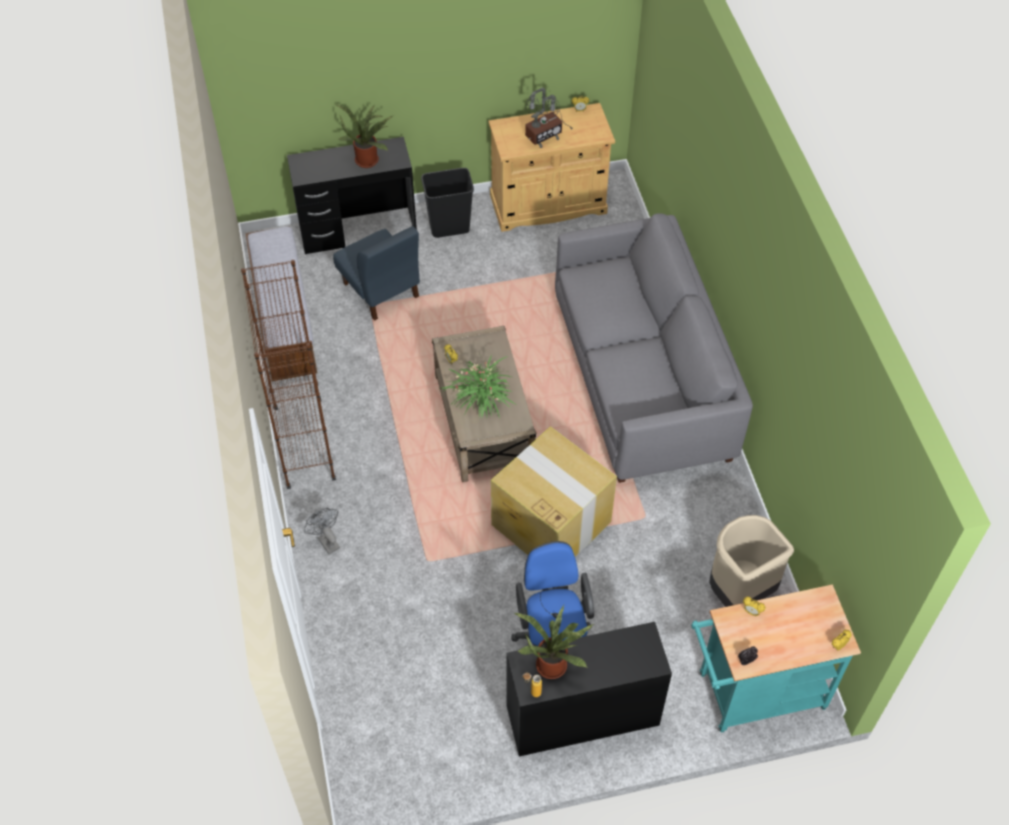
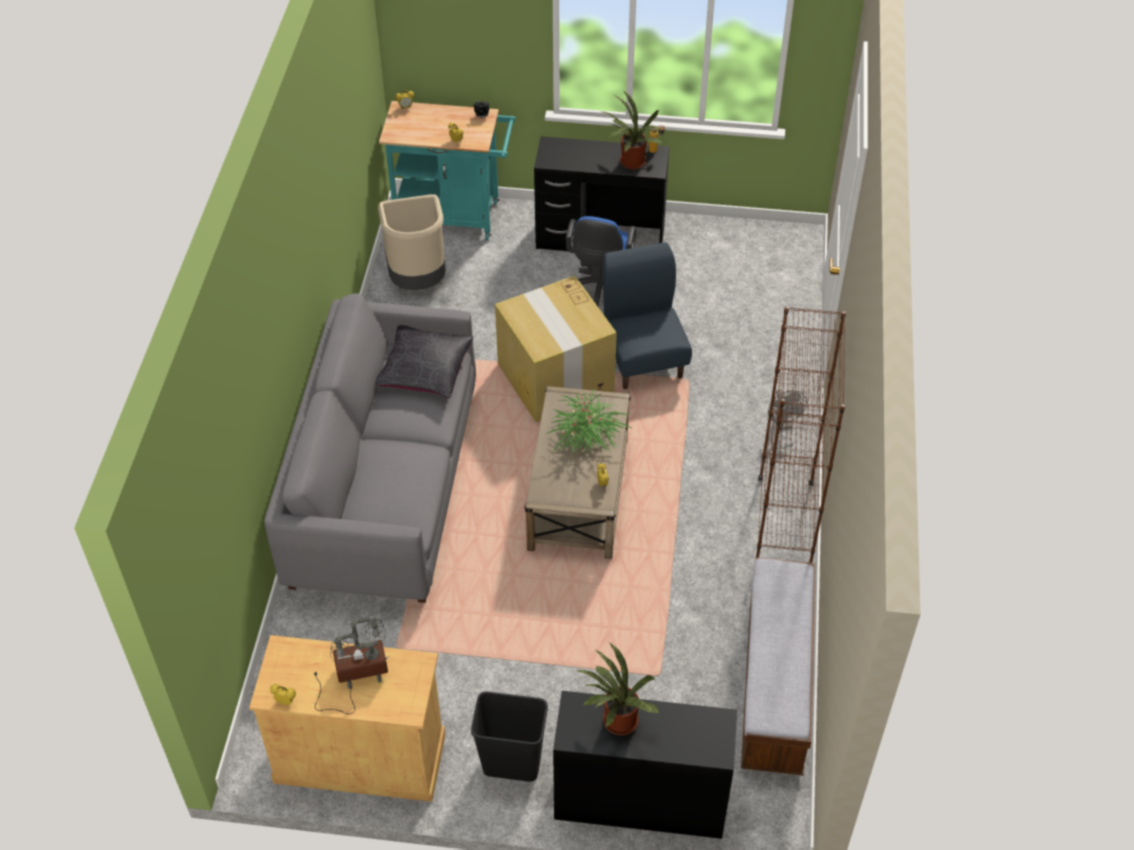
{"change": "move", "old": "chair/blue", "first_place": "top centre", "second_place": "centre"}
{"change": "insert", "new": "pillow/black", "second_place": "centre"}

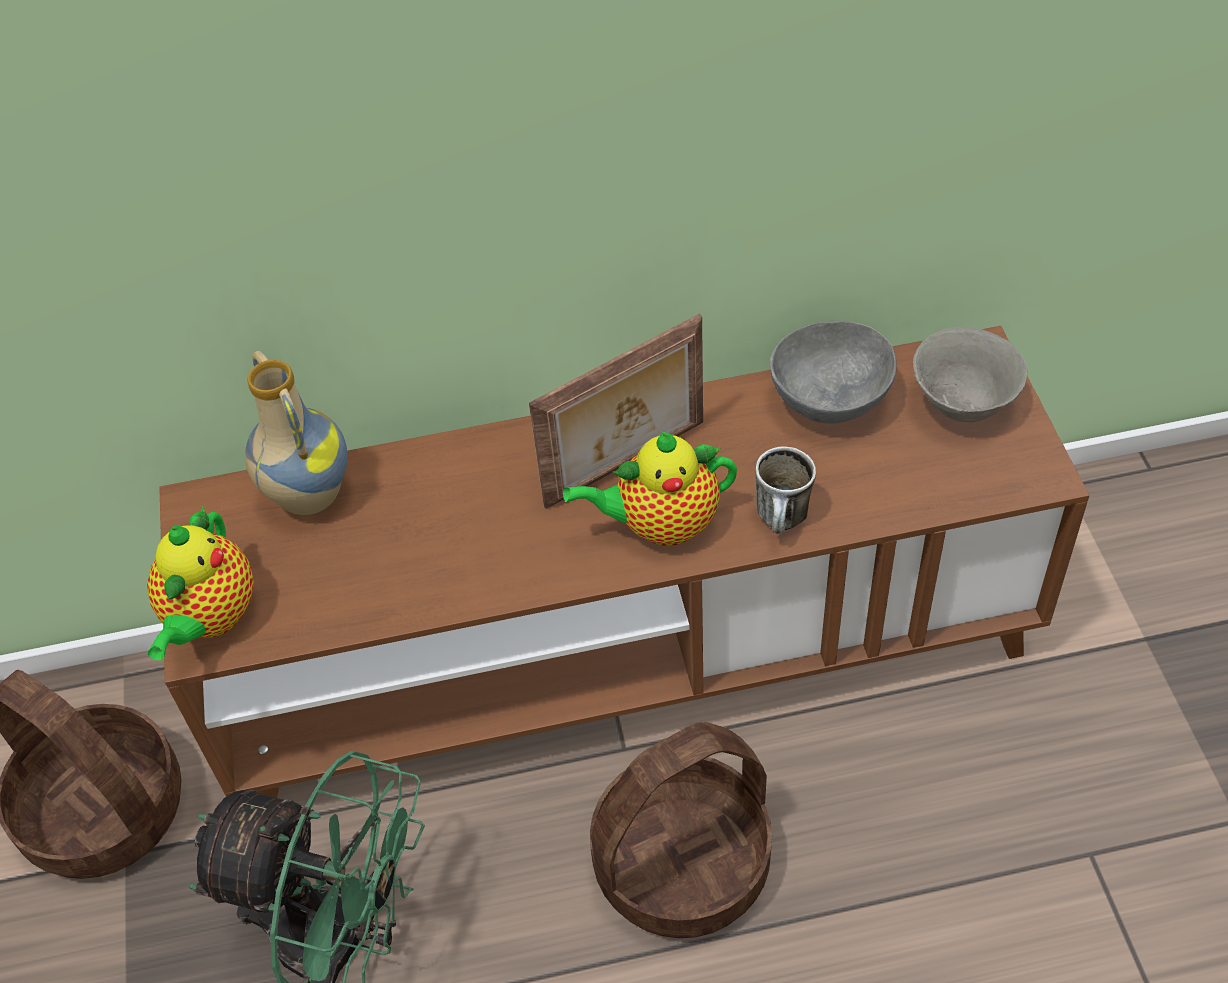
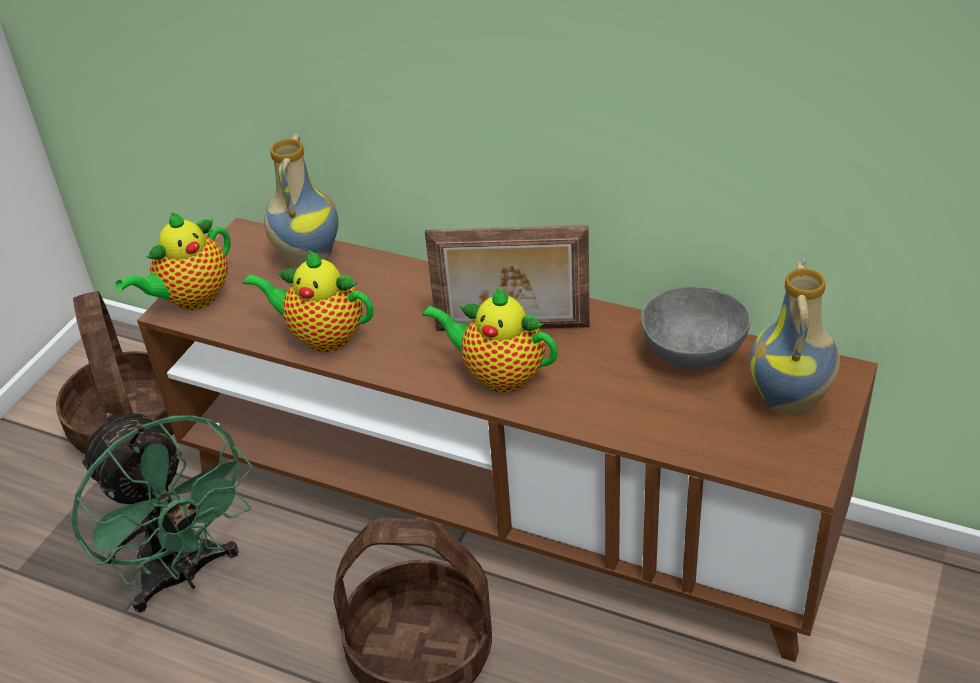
{"change": "delete", "old": "mug", "first_place": "centre"}
{"change": "replace", "old": "bowl/grey (2nd from left)", "new": "vase (2nd from left)", "first_place": "middle right", "second_place": "middle right"}
{"change": "insert", "new": "teapot (2nd from left)", "second_place": "middle left"}

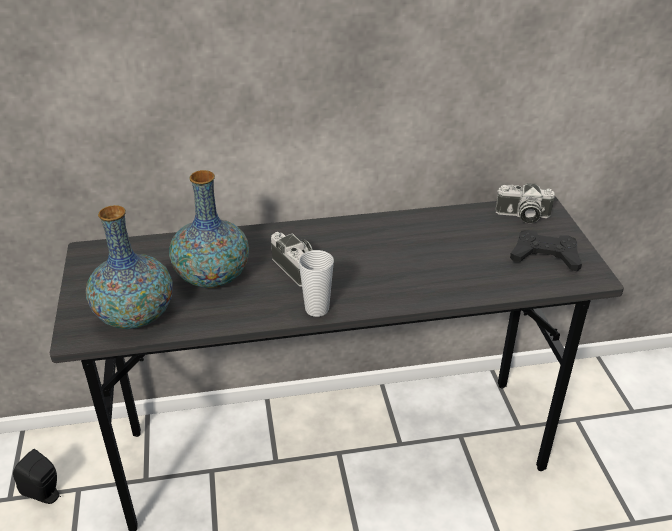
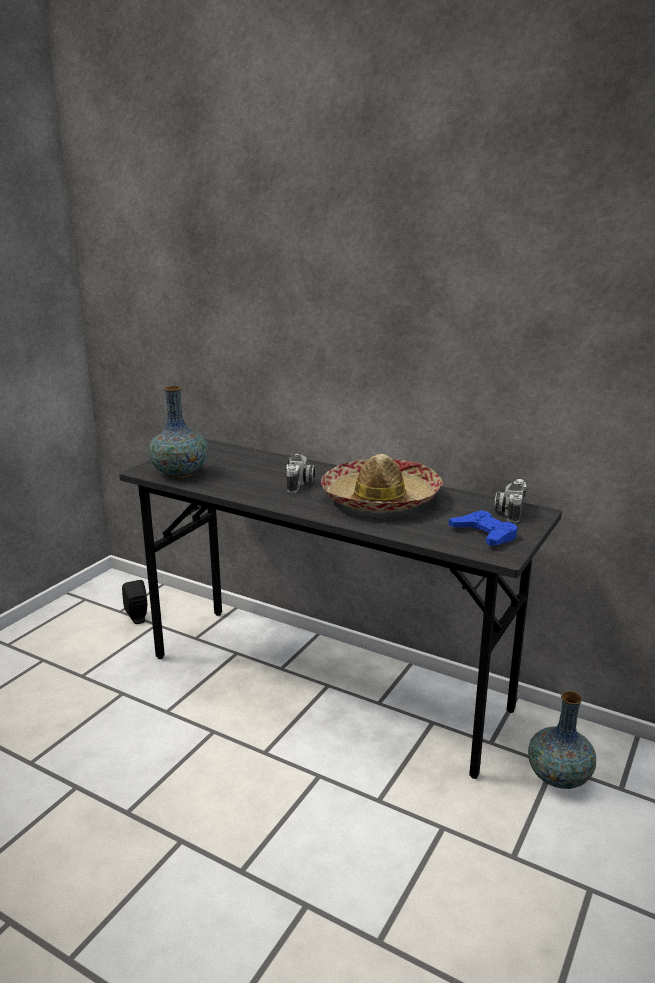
{"change": "move", "old": "vase (2nd from left)", "first_place": "middle left", "second_place": "bottom right"}
{"change": "delete", "old": "cup", "first_place": "centre"}
{"change": "rotate", "old": "photo camera (2nd from left)", "first_place": "middle right", "second_place": "middle right", "degrees": 60}
{"change": "recolor", "old": "game controller/black", "new": "game controller/blue", "first_place": "middle right", "second_place": "middle right"}
{"change": "insert", "new": "hat", "second_place": "centre"}

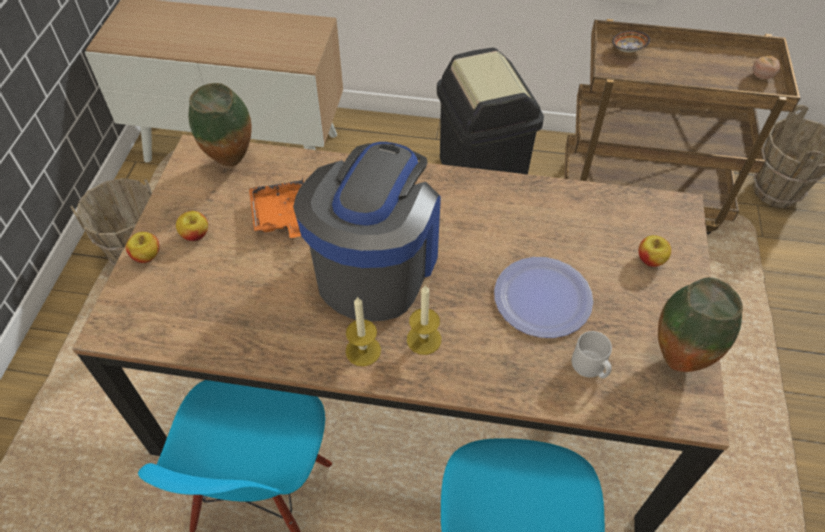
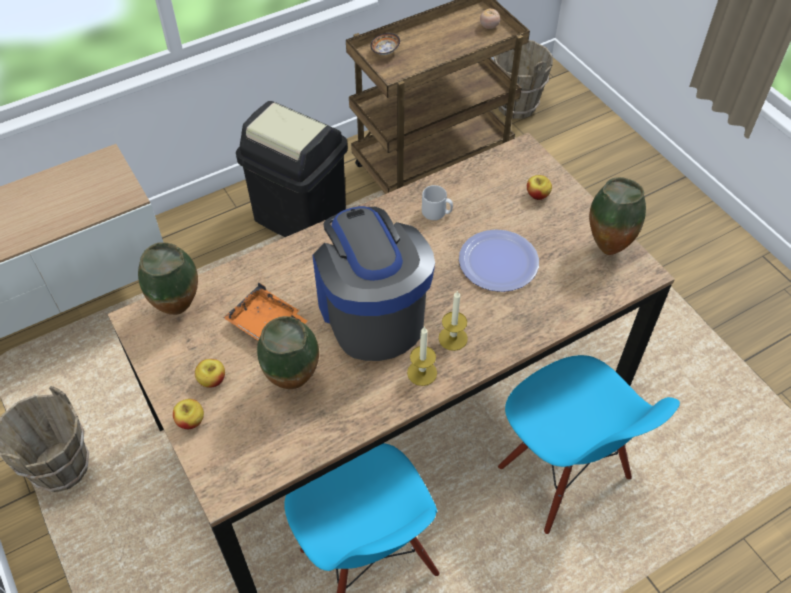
{"change": "move", "old": "mug/grey", "first_place": "middle right", "second_place": "centre"}
{"change": "insert", "new": "vase (2nd from left)", "second_place": "centre"}

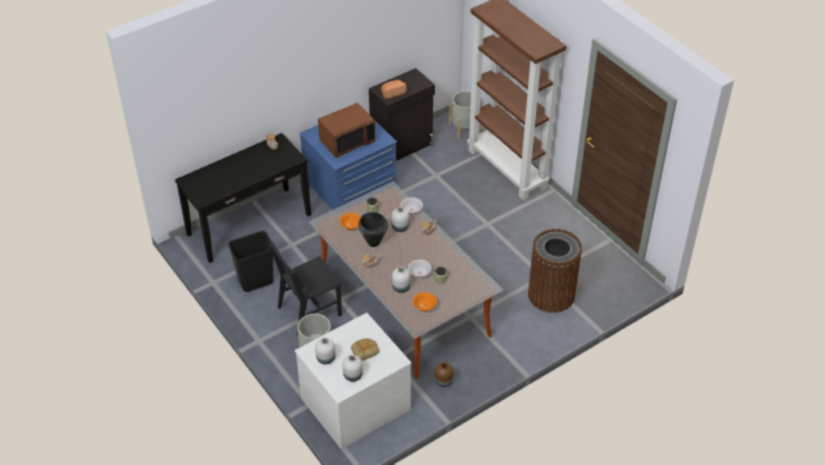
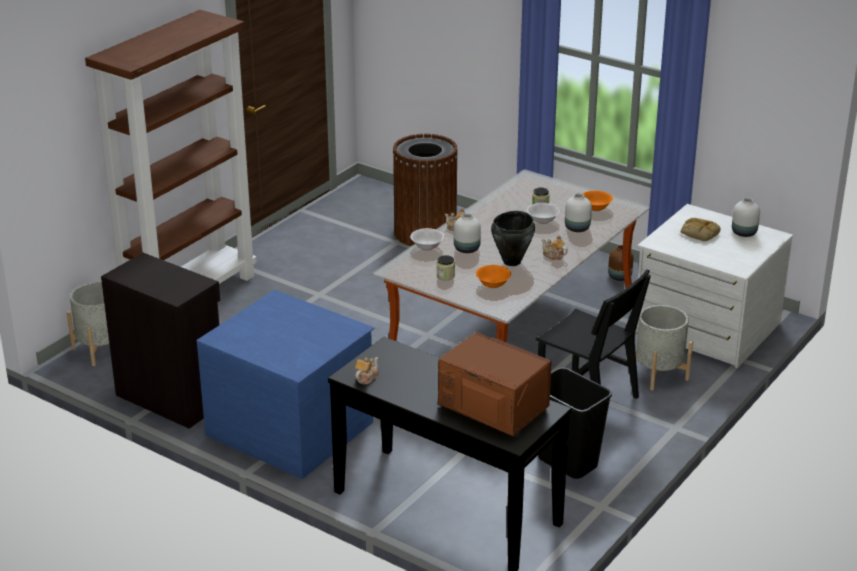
{"change": "delete", "old": "vase/white (1st from left)", "first_place": "bottom centre"}
{"change": "move", "old": "microwave/brown", "first_place": "top centre", "second_place": "bottom centre"}
{"change": "delete", "old": "bread (2nd from left)", "first_place": "top centre"}

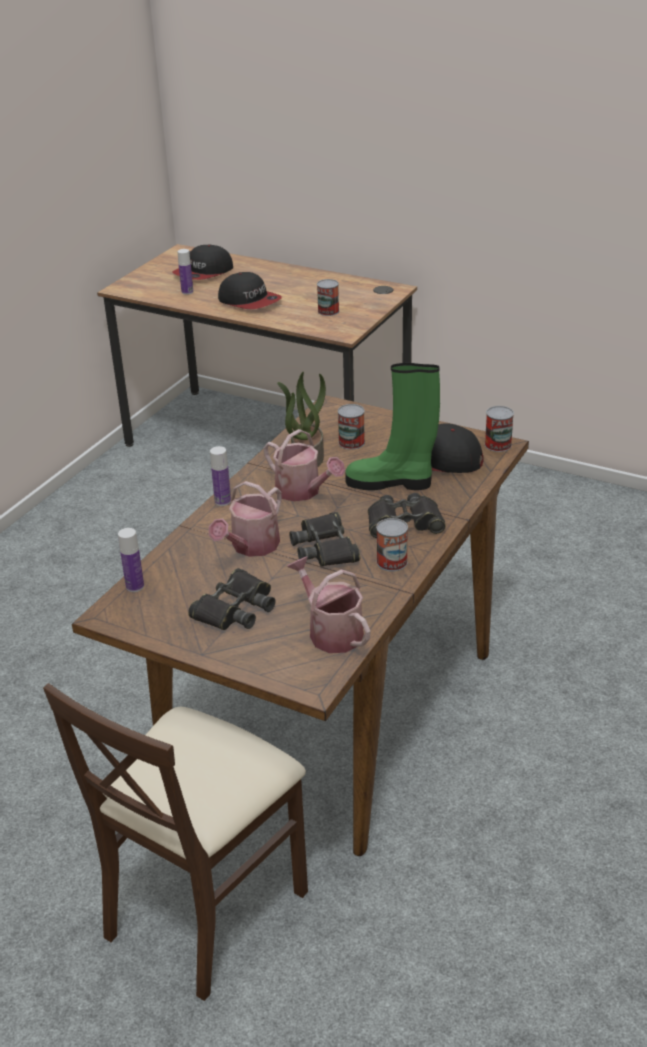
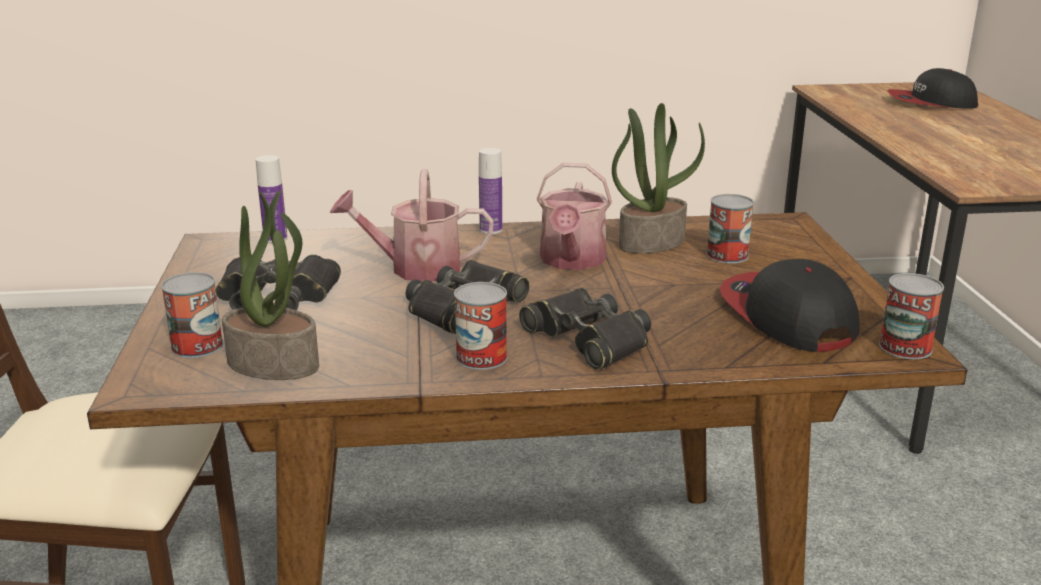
{"change": "delete", "old": "bottle (2nd from left)", "first_place": "top left"}
{"change": "delete", "old": "cap (2nd from left)", "first_place": "top centre"}
{"change": "replace", "old": "watering can (3rd from left)", "new": "potted plant (1st from left)", "first_place": "centre", "second_place": "middle left"}
{"change": "move", "old": "can (1st from left)", "first_place": "top centre", "second_place": "middle left"}
{"change": "delete", "old": "boot/green", "first_place": "centre"}

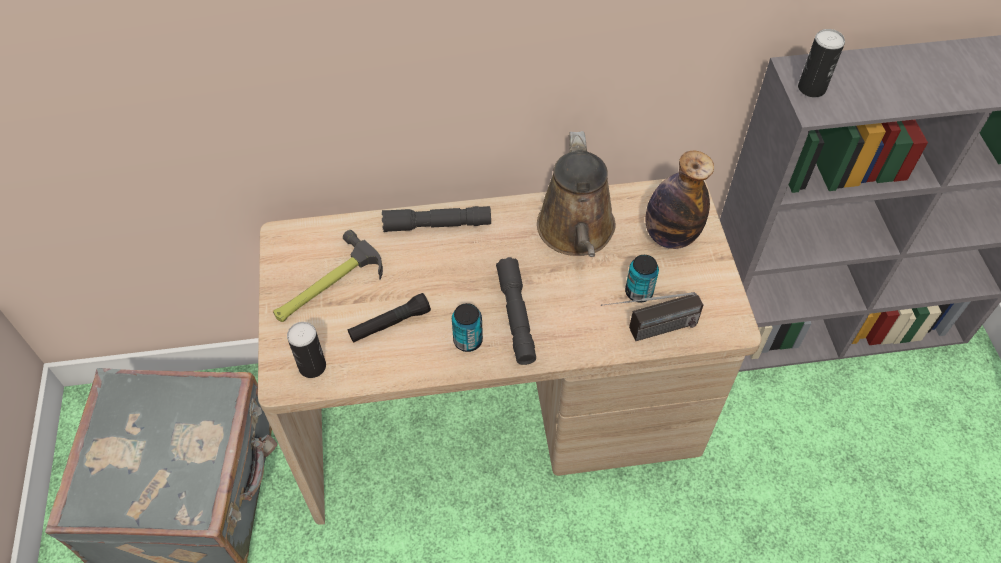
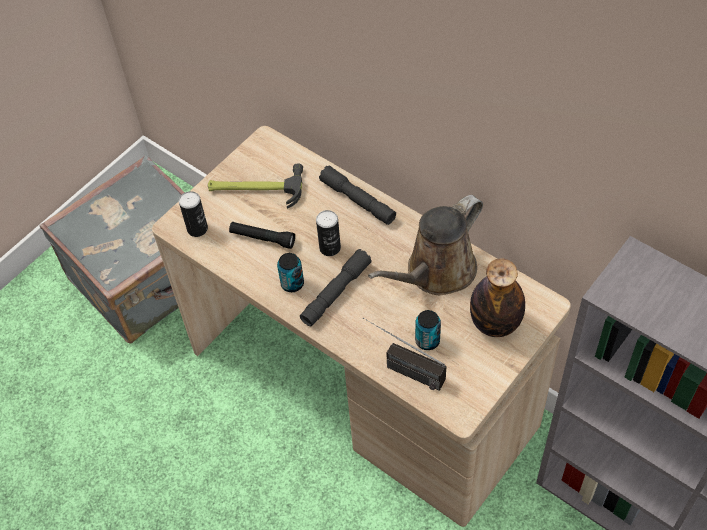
{"change": "move", "old": "can (4th from left in the first image)", "new": "can (3rd from left)", "first_place": "top right", "second_place": "centre"}

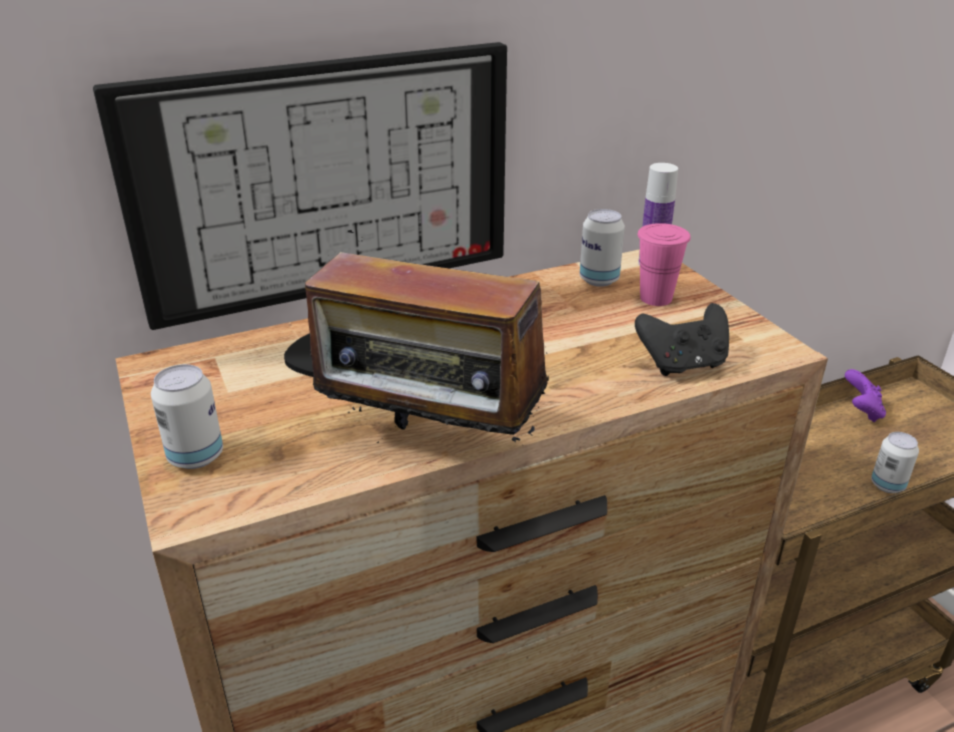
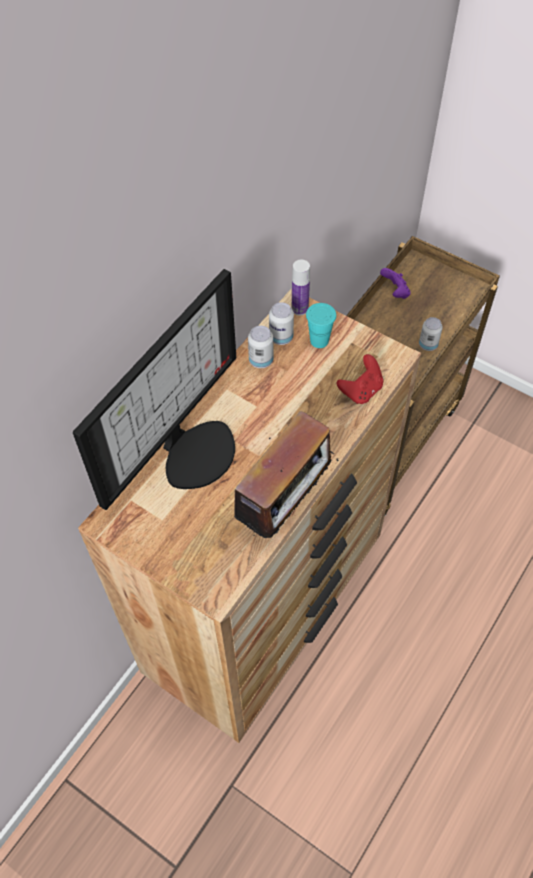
{"change": "move", "old": "can (1st from left)", "first_place": "middle left", "second_place": "centre"}
{"change": "rotate", "old": "radio", "first_place": "centre", "second_place": "centre", "degrees": -45}
{"change": "recolor", "old": "game controller/black", "new": "game controller/red", "first_place": "middle right", "second_place": "middle right"}
{"change": "recolor", "old": "cup/pink", "new": "cup/turquoise", "first_place": "middle right", "second_place": "centre"}

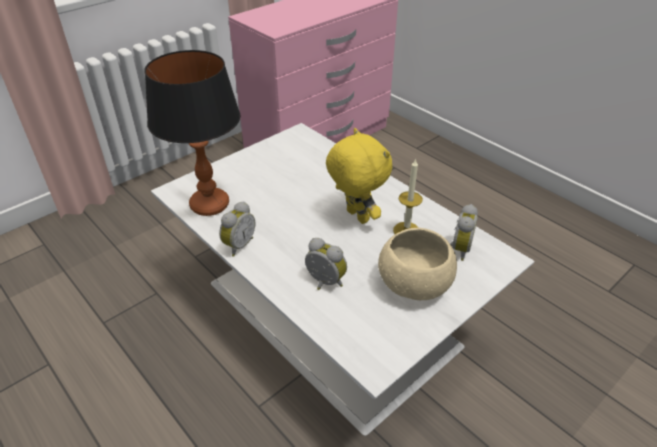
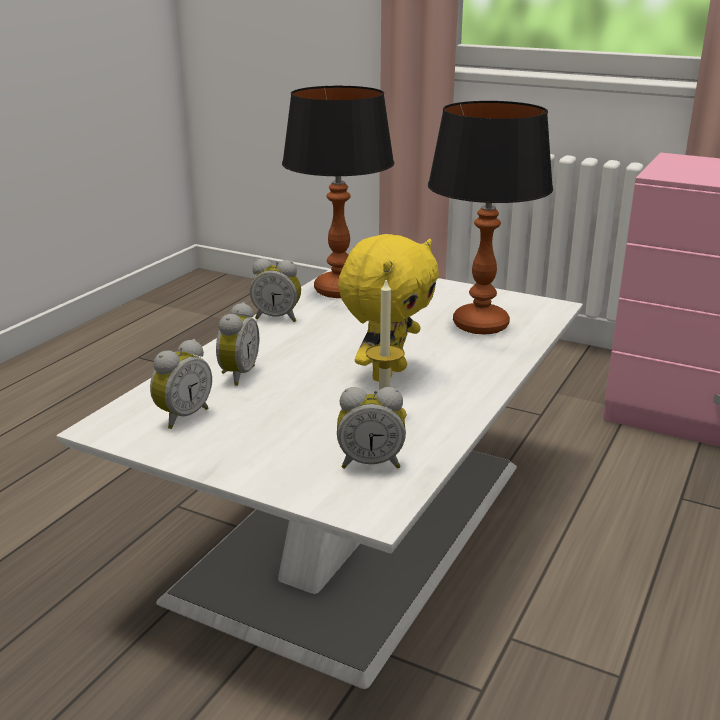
{"change": "delete", "old": "bowl/beige", "first_place": "centre"}
{"change": "insert", "new": "alarm clock (1st from left)", "second_place": "middle left"}
{"change": "insert", "new": "table lamp (2nd from left)", "second_place": "top right"}

